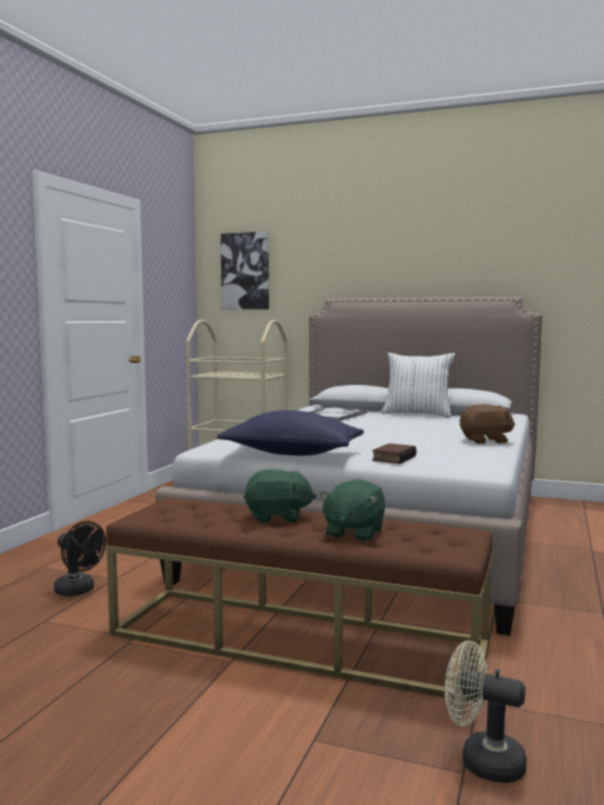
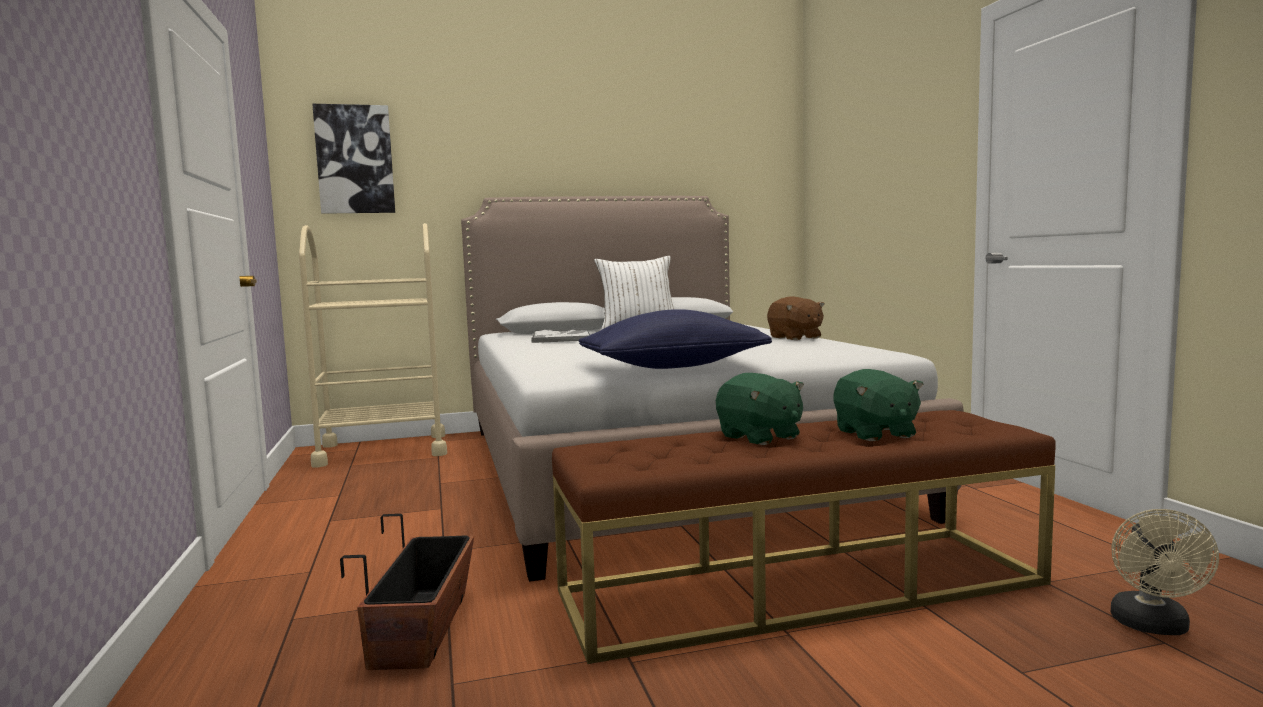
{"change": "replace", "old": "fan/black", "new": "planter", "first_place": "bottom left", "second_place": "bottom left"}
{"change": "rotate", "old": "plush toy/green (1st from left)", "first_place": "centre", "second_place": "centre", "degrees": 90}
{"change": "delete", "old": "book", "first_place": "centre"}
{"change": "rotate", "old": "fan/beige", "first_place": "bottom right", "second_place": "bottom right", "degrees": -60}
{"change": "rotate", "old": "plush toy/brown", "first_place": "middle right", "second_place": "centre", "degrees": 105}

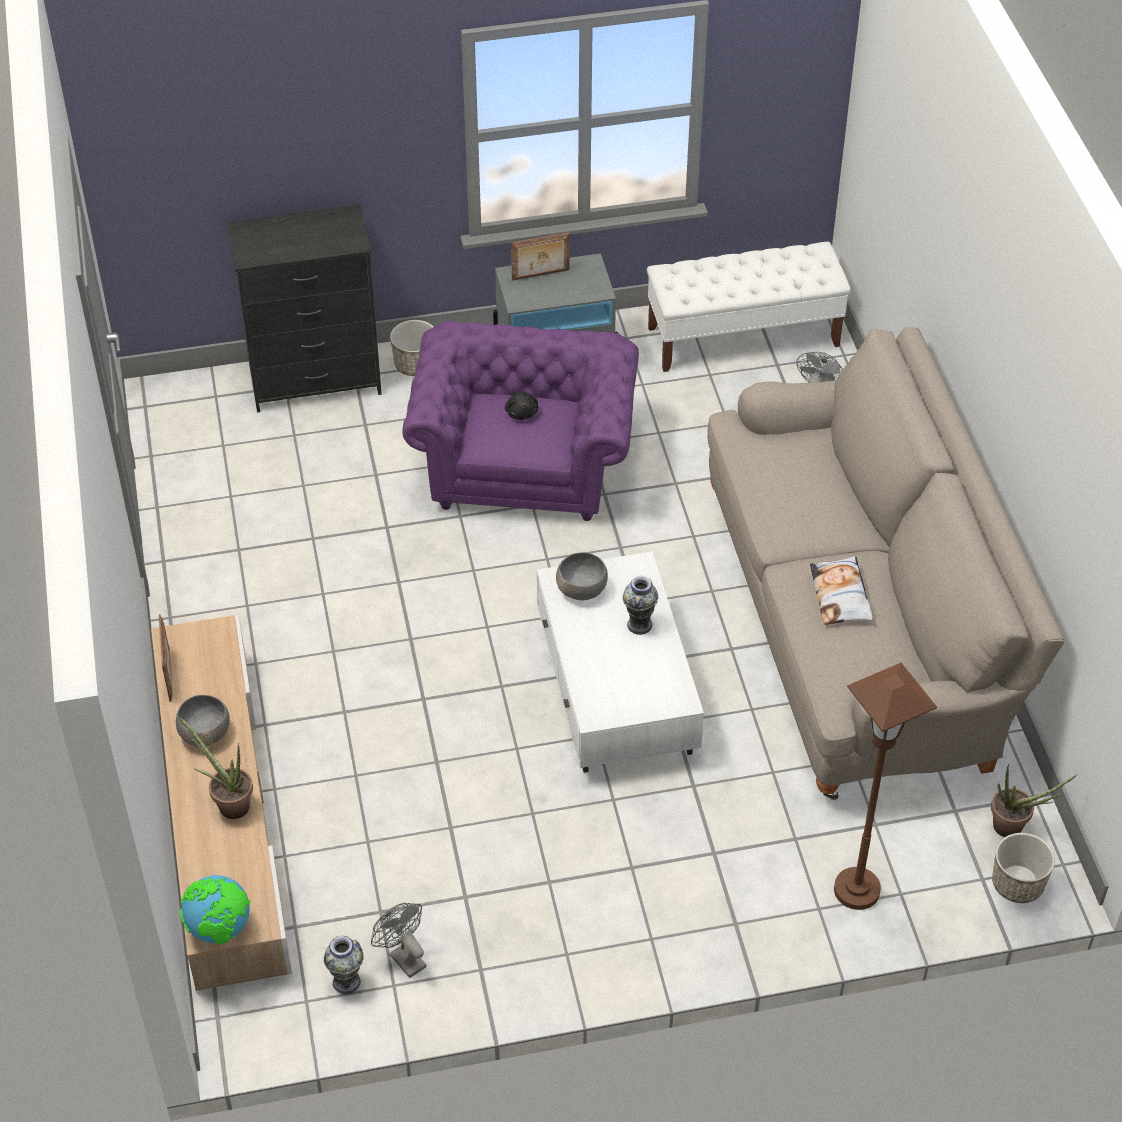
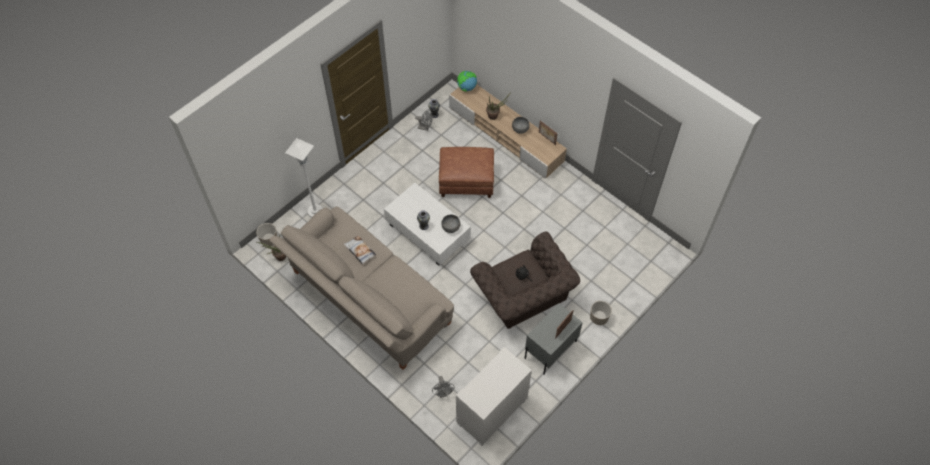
{"change": "delete", "old": "dresser/black", "first_place": "top left"}
{"change": "recolor", "old": "armchair/purple", "new": "armchair/brown", "first_place": "centre", "second_place": "centre"}
{"change": "replace", "old": "bench/white", "new": "dresser/white", "first_place": "top right", "second_place": "bottom centre"}
{"change": "recolor", "old": "floor lamp/brown", "new": "floor lamp/white", "first_place": "bottom right", "second_place": "middle left"}
{"change": "insert", "new": "ottoman/brown", "second_place": "centre"}

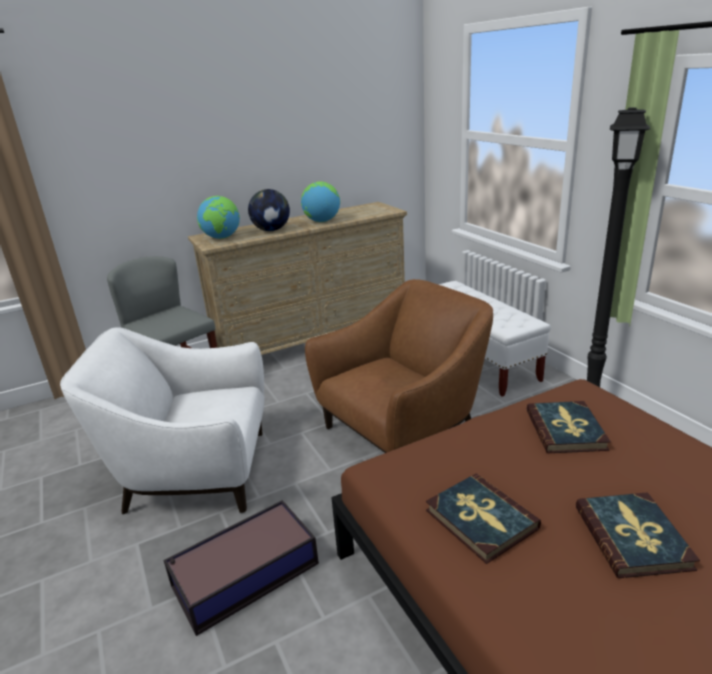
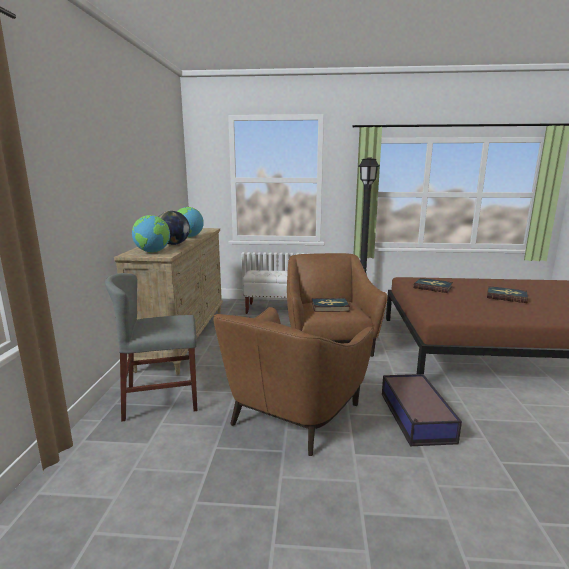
{"change": "recolor", "old": "armchair/white", "new": "armchair/brown (1st from left)", "first_place": "middle left", "second_place": "bottom centre"}
{"change": "move", "old": "book (1st from left)", "first_place": "bottom right", "second_place": "centre"}

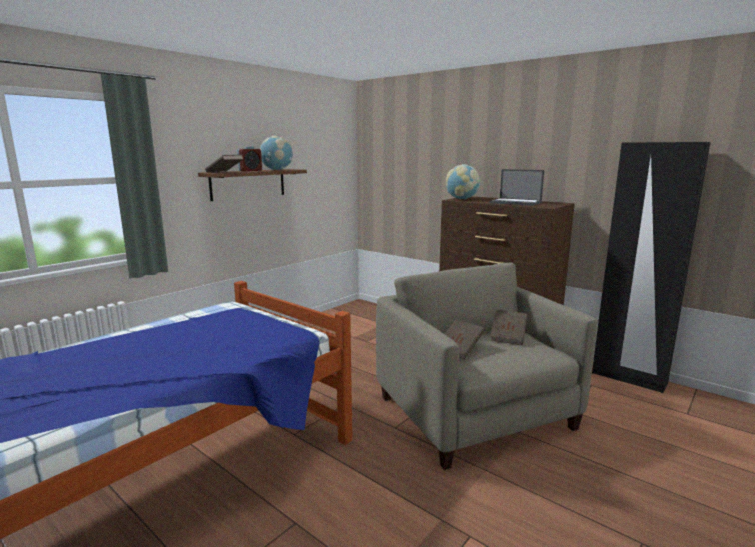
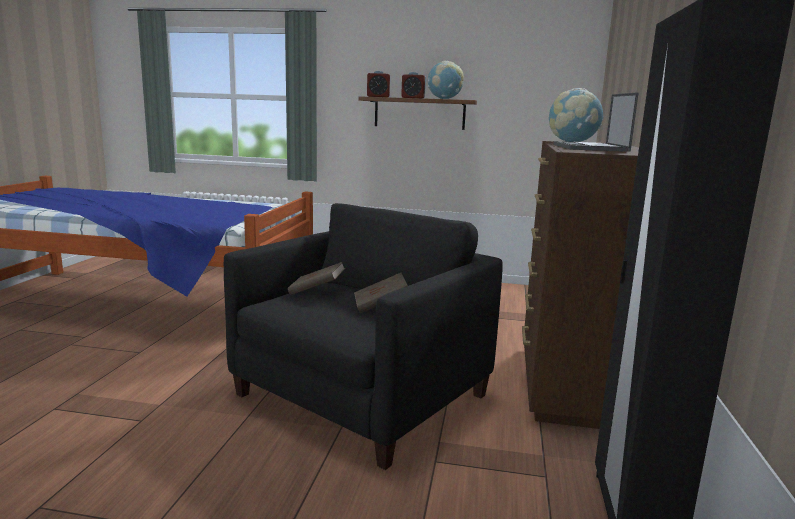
{"change": "replace", "old": "book/brown (1st from left)", "new": "alarm clock (1st from left)", "first_place": "top left", "second_place": "top centre"}
{"change": "recolor", "old": "armchair/beige", "new": "armchair/black", "first_place": "bottom centre", "second_place": "centre"}

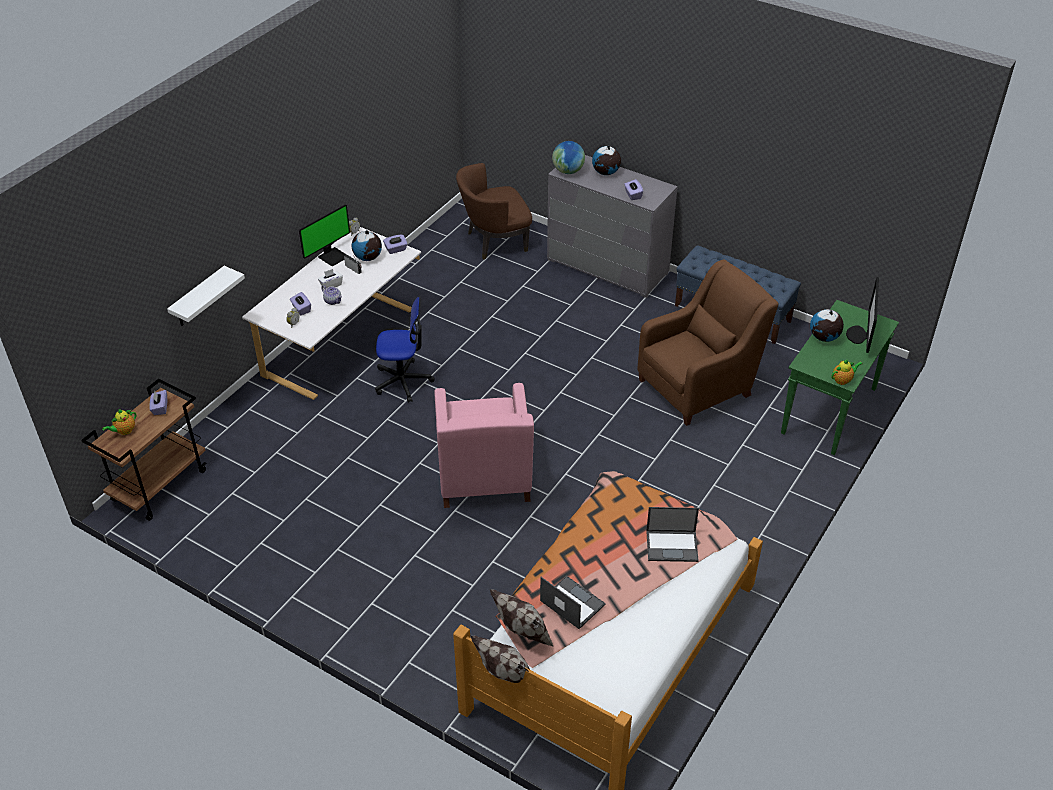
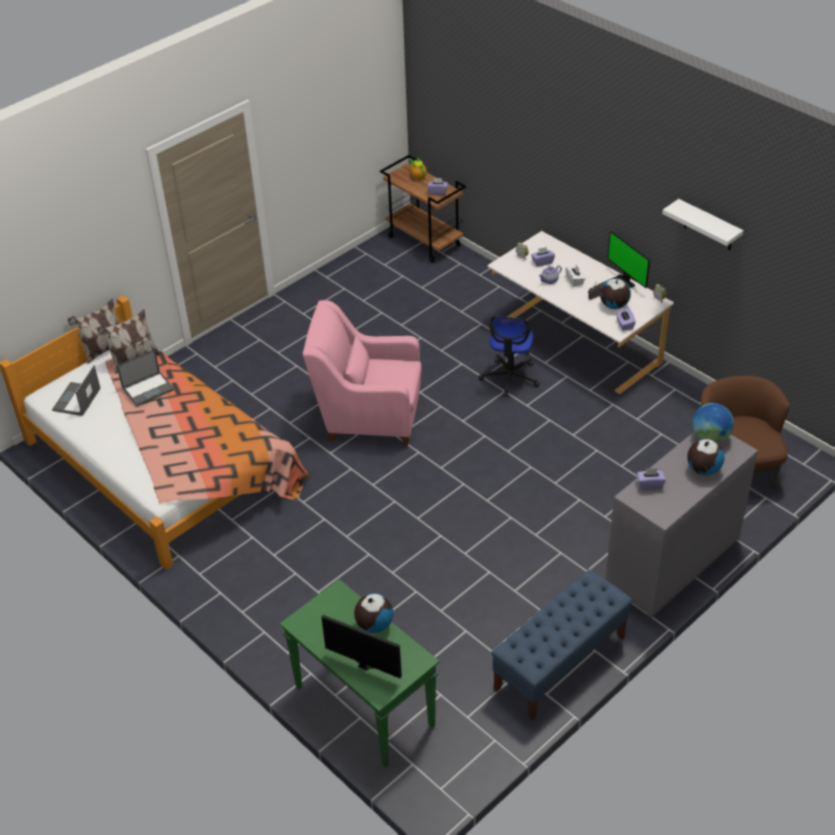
{"change": "move", "old": "shelf/white", "first_place": "middle left", "second_place": "top right"}
{"change": "delete", "old": "armchair/brown (2nd from left)", "first_place": "middle right"}
{"change": "move", "old": "laptop (2nd from left in the first image)", "new": "laptop (1st from left)", "first_place": "bottom centre", "second_place": "middle left"}
{"change": "delete", "old": "teapot (3rd from left)", "first_place": "middle right"}

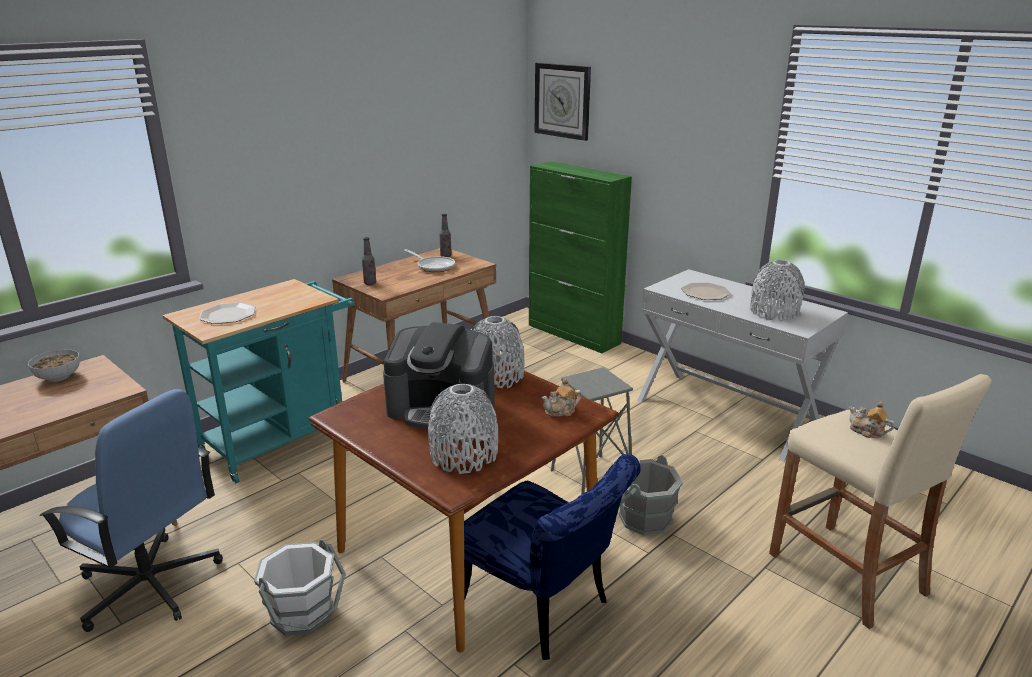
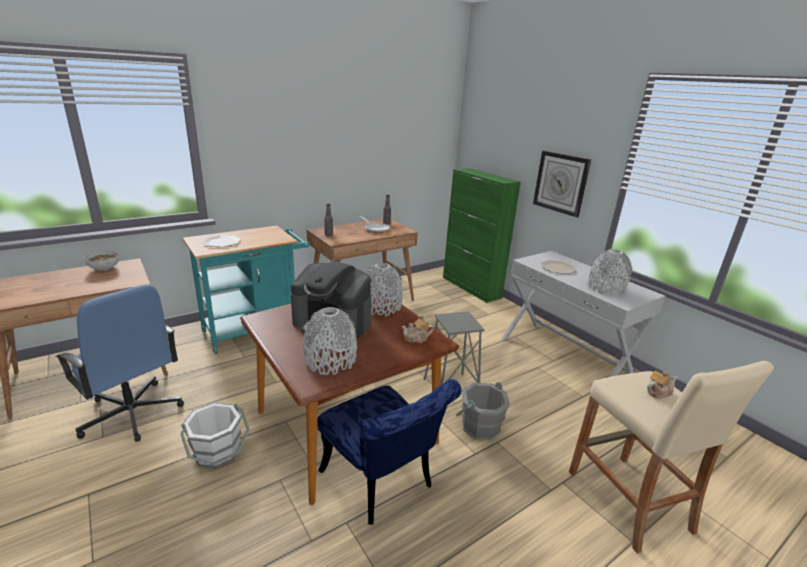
{"change": "move", "old": "wall clock", "first_place": "top centre", "second_place": "top right"}
{"change": "rotate", "old": "teapot (2nd from left)", "first_place": "middle right", "second_place": "bottom right", "degrees": 105}

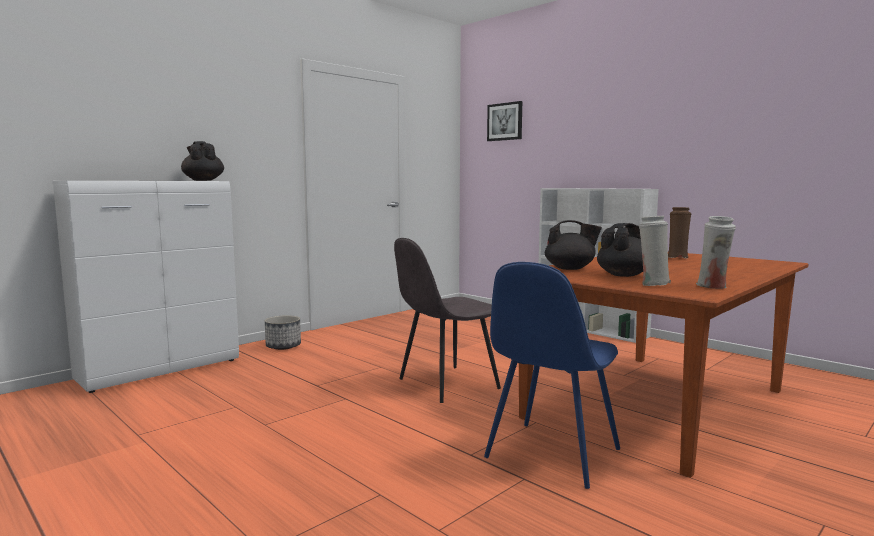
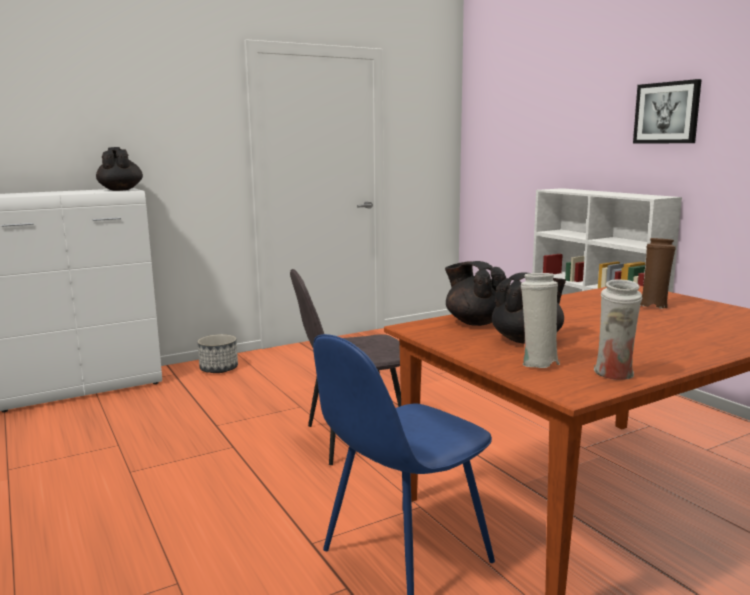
{"change": "move", "old": "picture", "first_place": "top centre", "second_place": "top right"}
{"change": "rotate", "old": "teapot/black (2nd from left)", "first_place": "centre", "second_place": "centre", "degrees": -150}

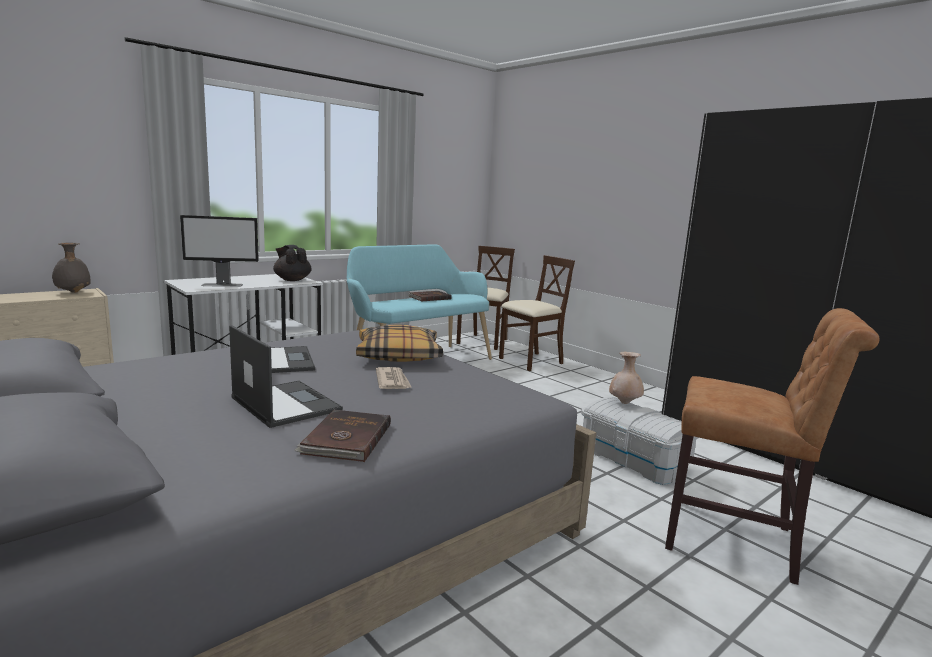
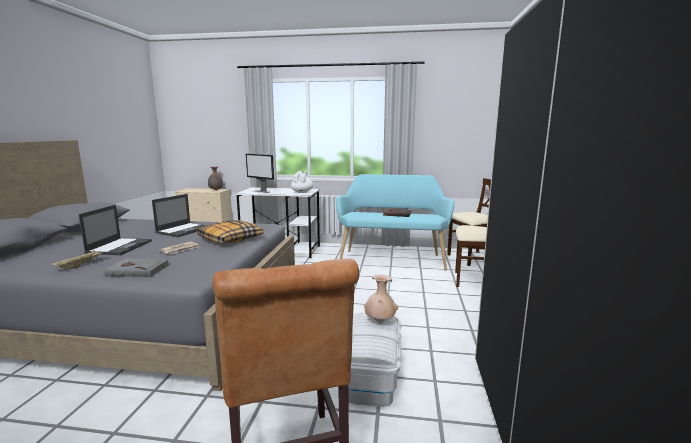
{"change": "recolor", "old": "teapot/black", "new": "teapot/white", "first_place": "middle left", "second_place": "centre"}
{"change": "replace", "old": "book/brown (1st from left)", "new": "tray/beige", "first_place": "centre", "second_place": "middle left"}
{"change": "insert", "new": "book/grey", "second_place": "middle left"}

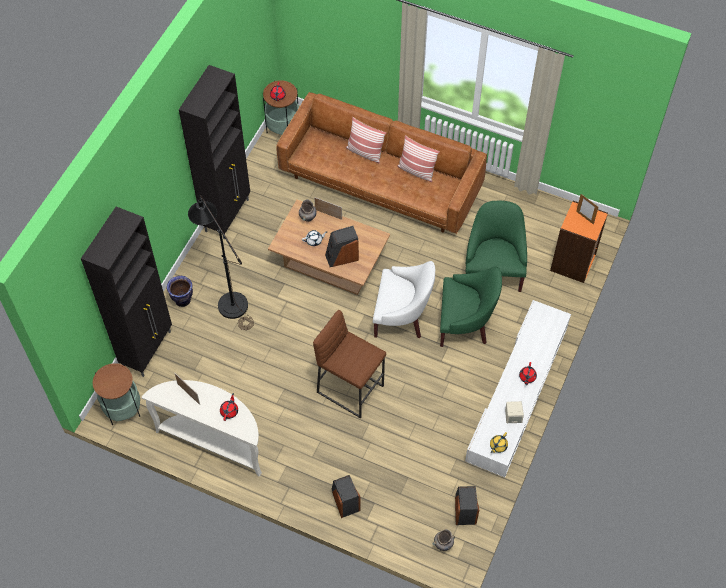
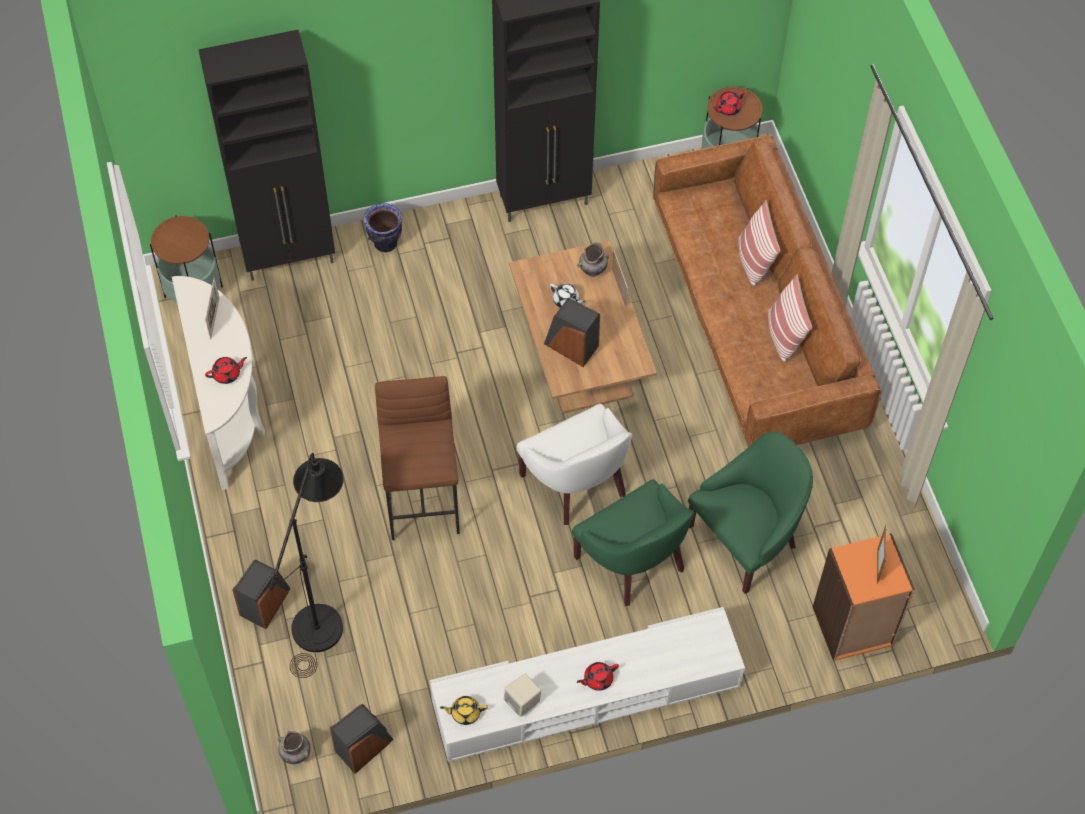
{"change": "move", "old": "floor lamp/black", "first_place": "middle left", "second_place": "bottom left"}

